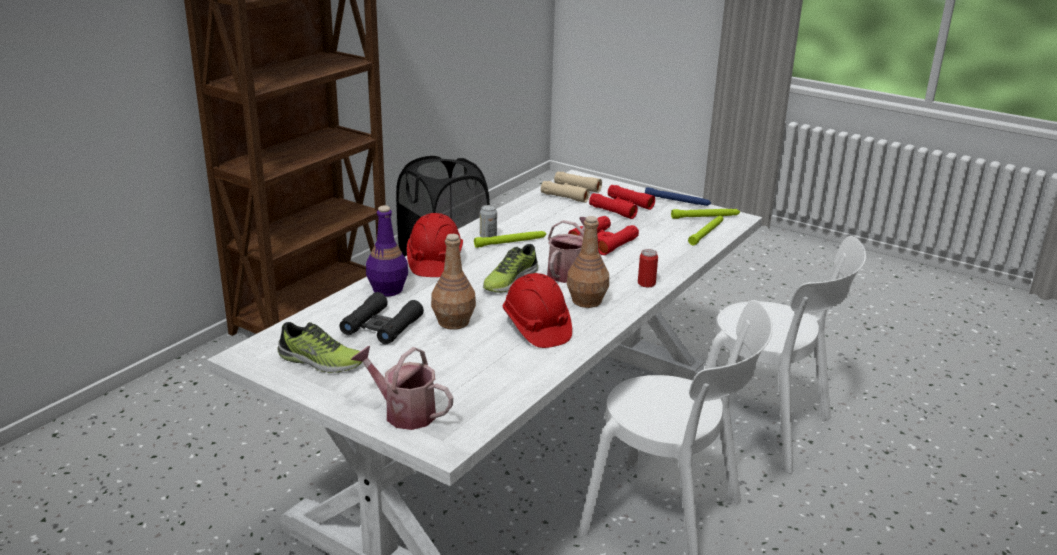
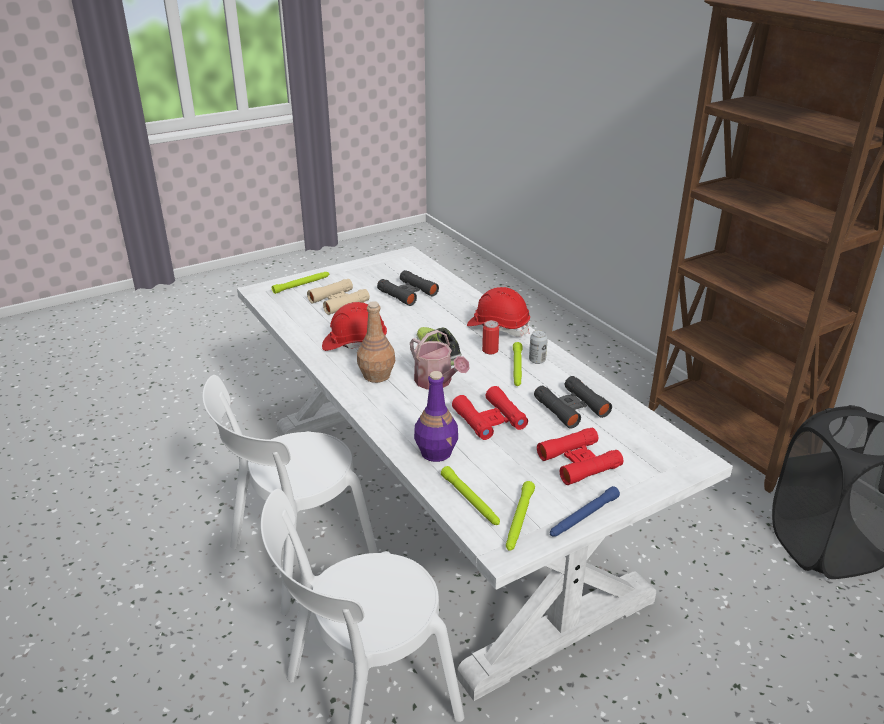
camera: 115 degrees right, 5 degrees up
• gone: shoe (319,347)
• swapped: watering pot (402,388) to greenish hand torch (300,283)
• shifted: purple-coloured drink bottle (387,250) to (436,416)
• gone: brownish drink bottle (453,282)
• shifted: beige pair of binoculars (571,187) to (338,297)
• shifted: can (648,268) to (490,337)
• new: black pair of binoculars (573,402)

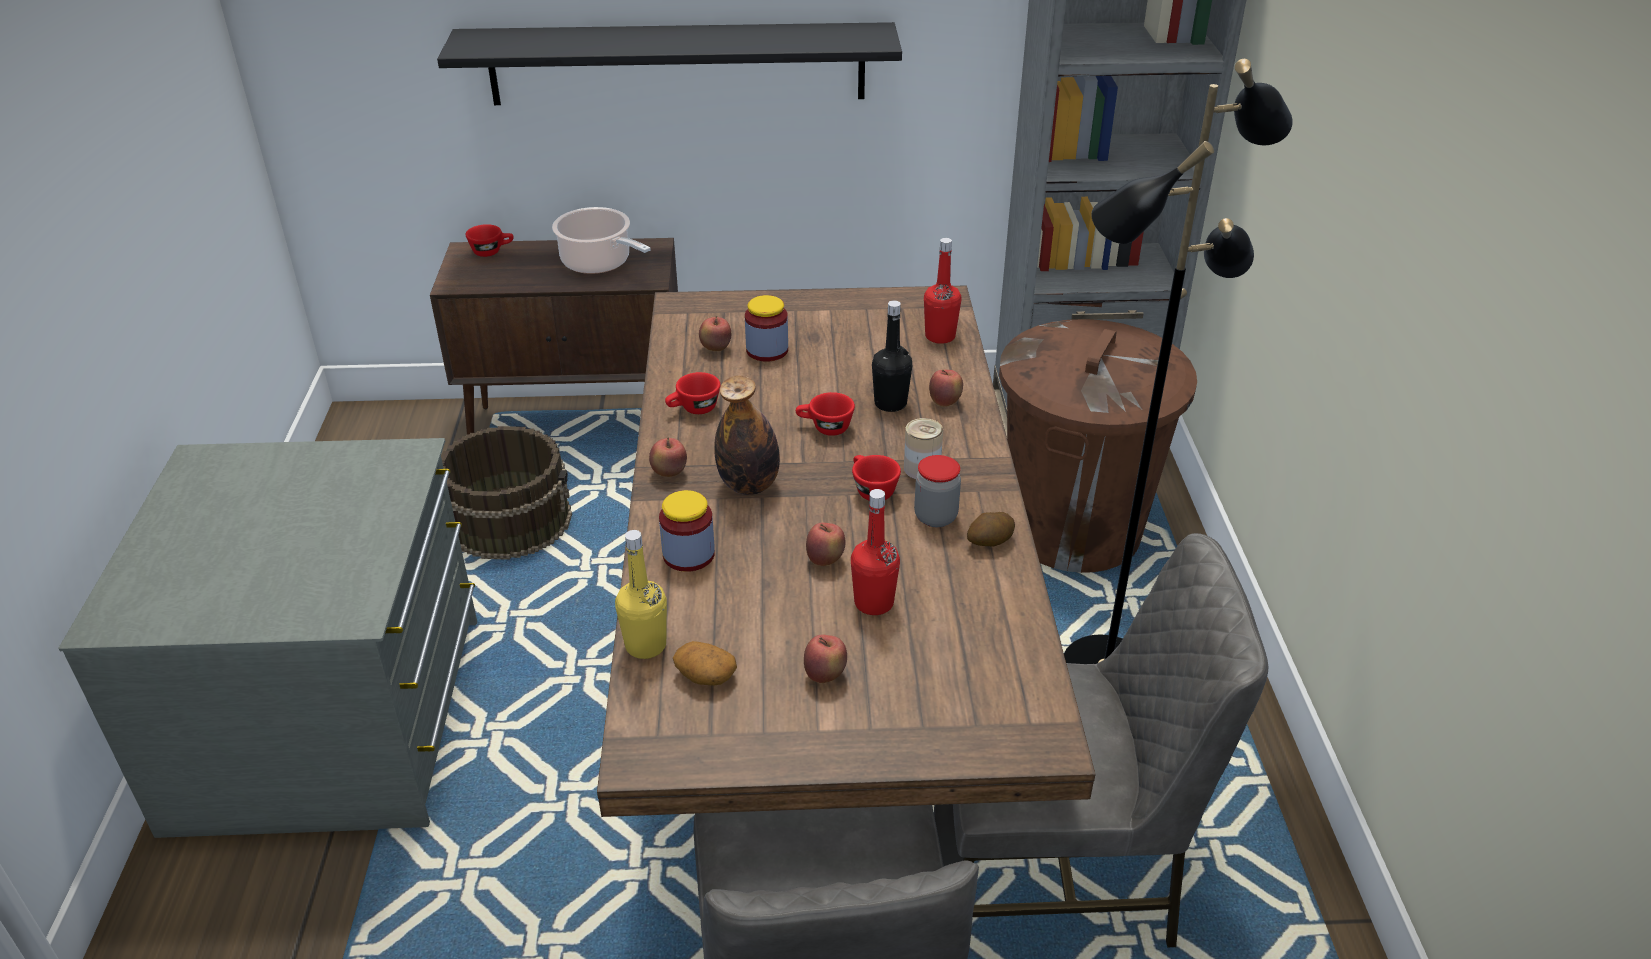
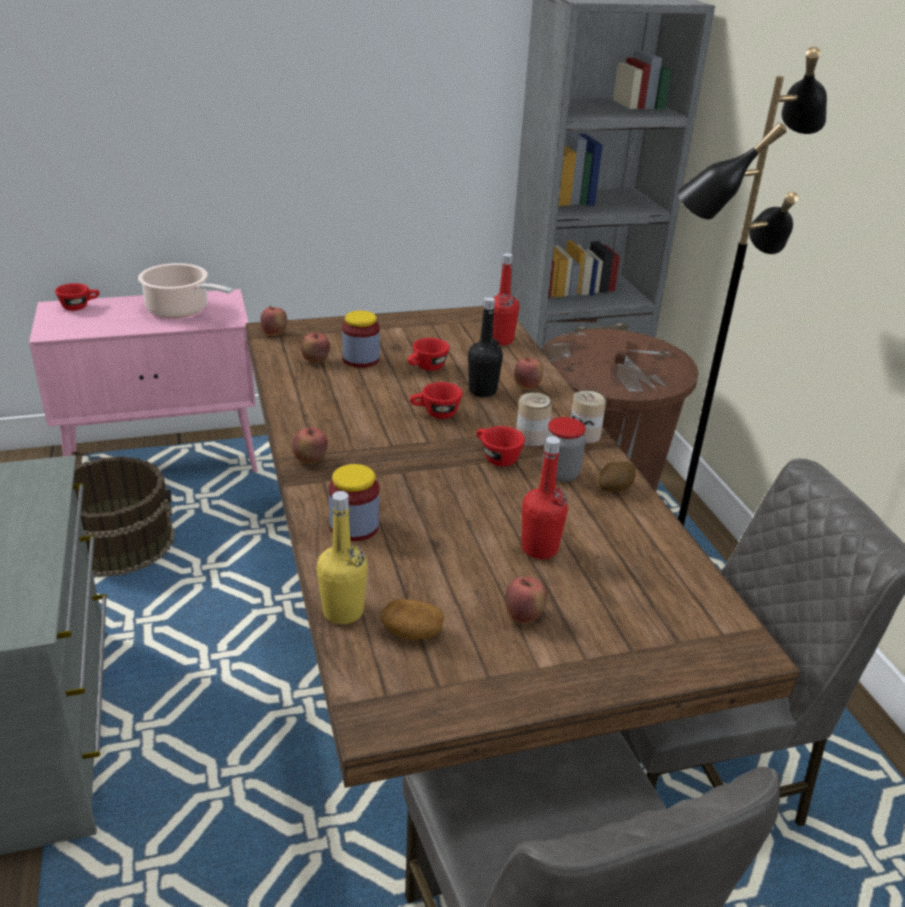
camera: 15 degrees left, 5 degrees down
• repainted: brownish cupboard (554,336) to pink-coloured cupboard (143,381)
• gone: black shelf (669,63)
• shifted: reddish small cup (692,393) to (428,354)
• gone: drink bottle (747,435)
• shifted: apple fruit (825,544) to (273,321)
• new: can (588,416)

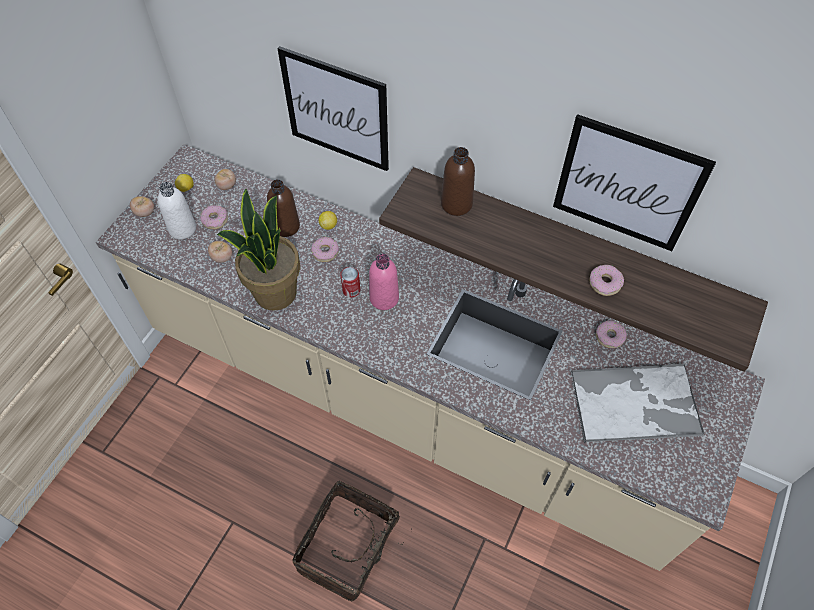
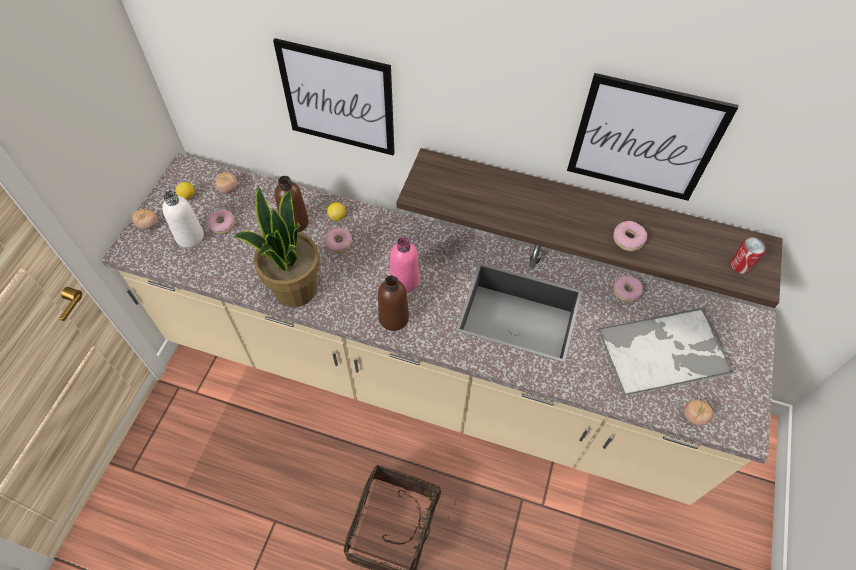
camera: 10 degrees left, 0 degrees up
• shifted: tomato (220,252) to (698,413)
• shifted: can (350,282) to (748,255)
• shifted: brownish drink bottle (458,181) to (393,303)

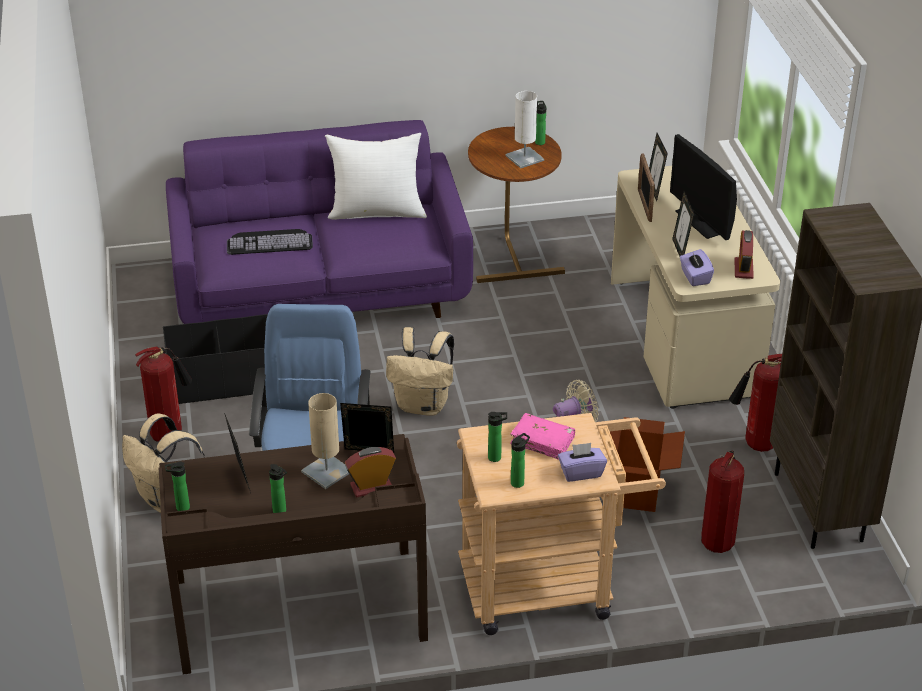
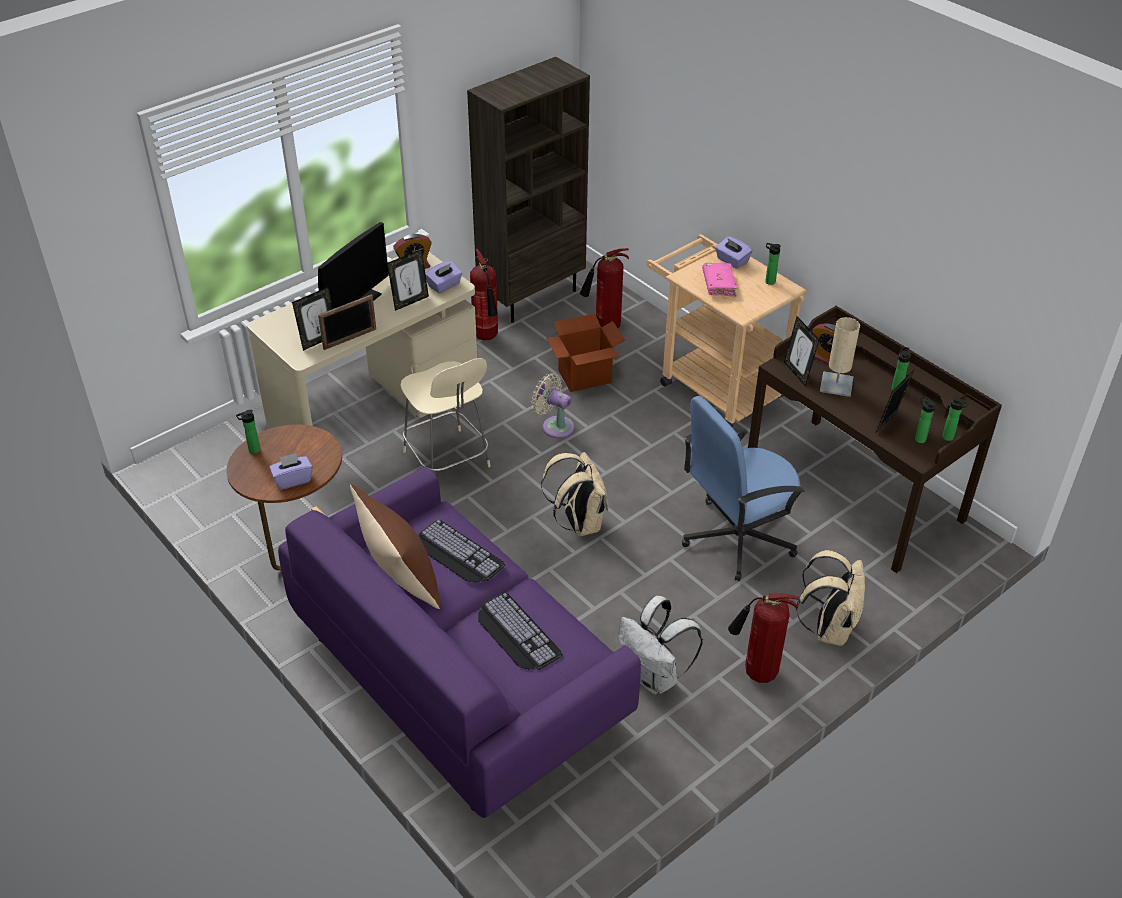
camera: 120 degrees left, 5 degrees up
• swapped: black storage box (215,359) to white-coloured backpack (660,645)
• repainted: white-coloured cushion (376,176) to brownish cushion (395,546)
• shifted: drink bottle (497,437) to (925,419)
• gone: white-coloured tabletop lamp (524,129)
• new: purple-coloured box of tissues (291,471)
• new: beige plain chair (445,415)
• new: PC keyboard (462,551)

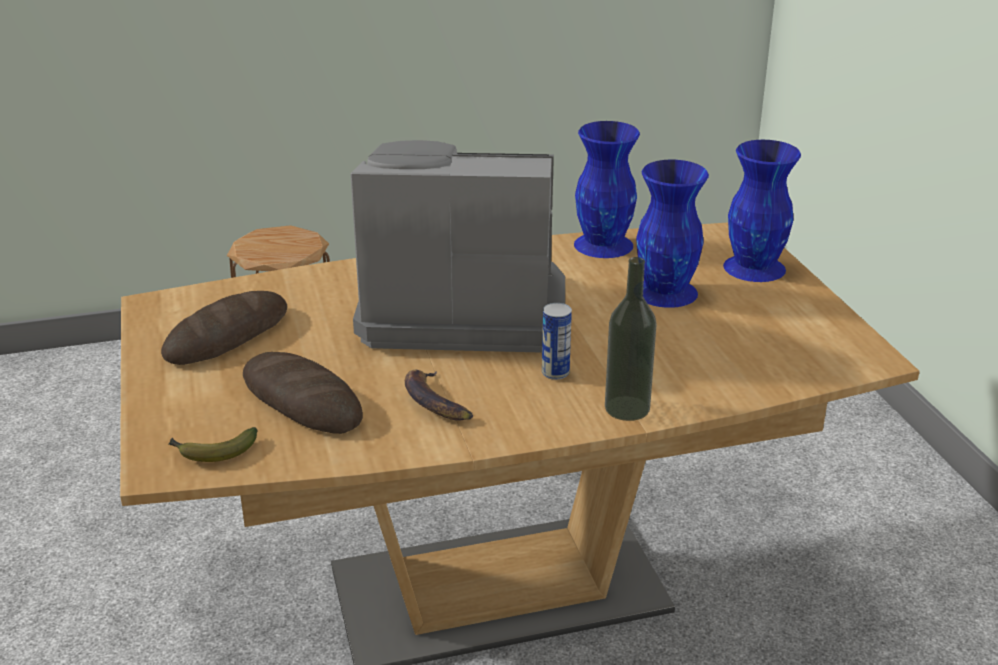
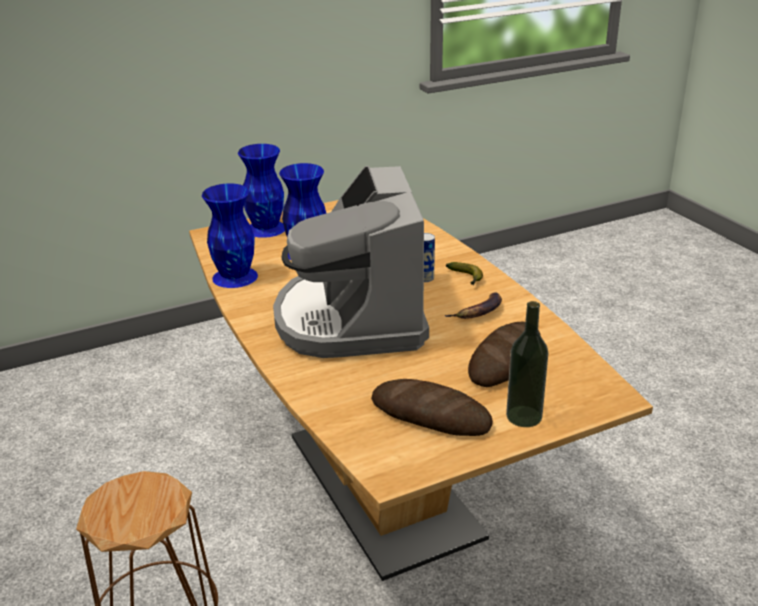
camera: 100 degrees left, 0 degrees up
• shifted: banana (213,444) to (464,273)
• shifted: drink bottle (631,339) to (527,364)

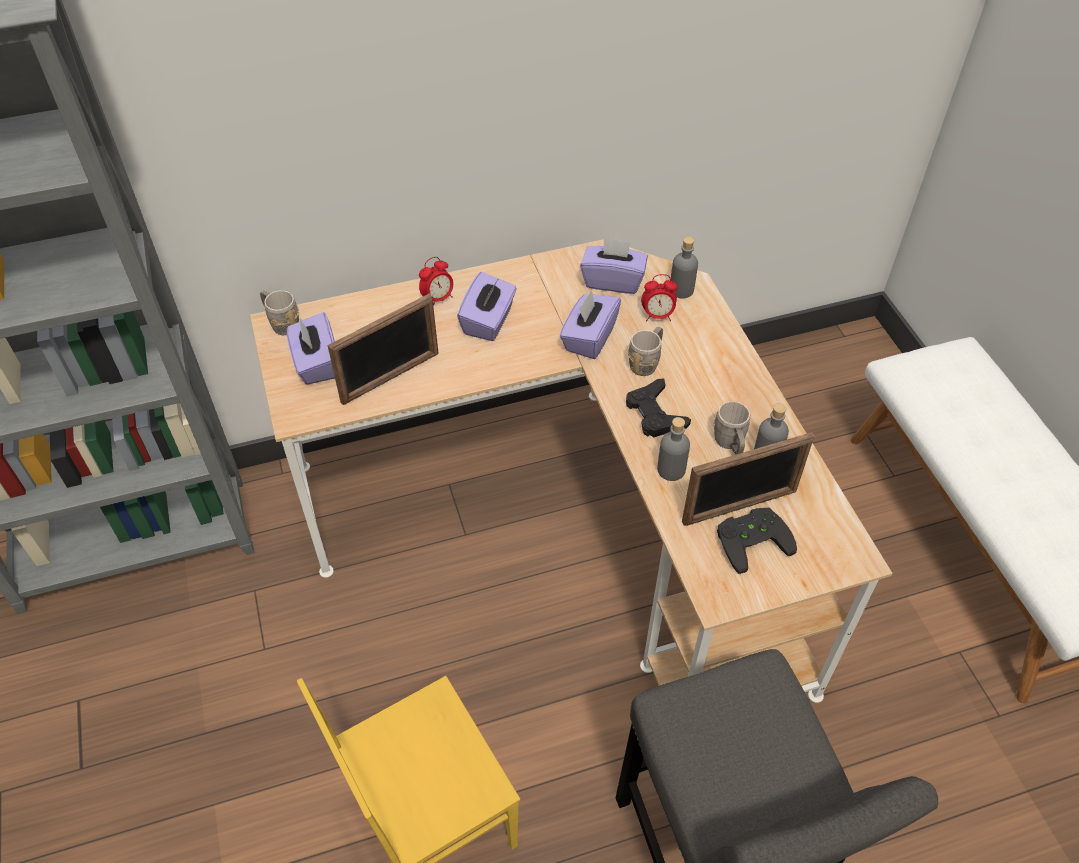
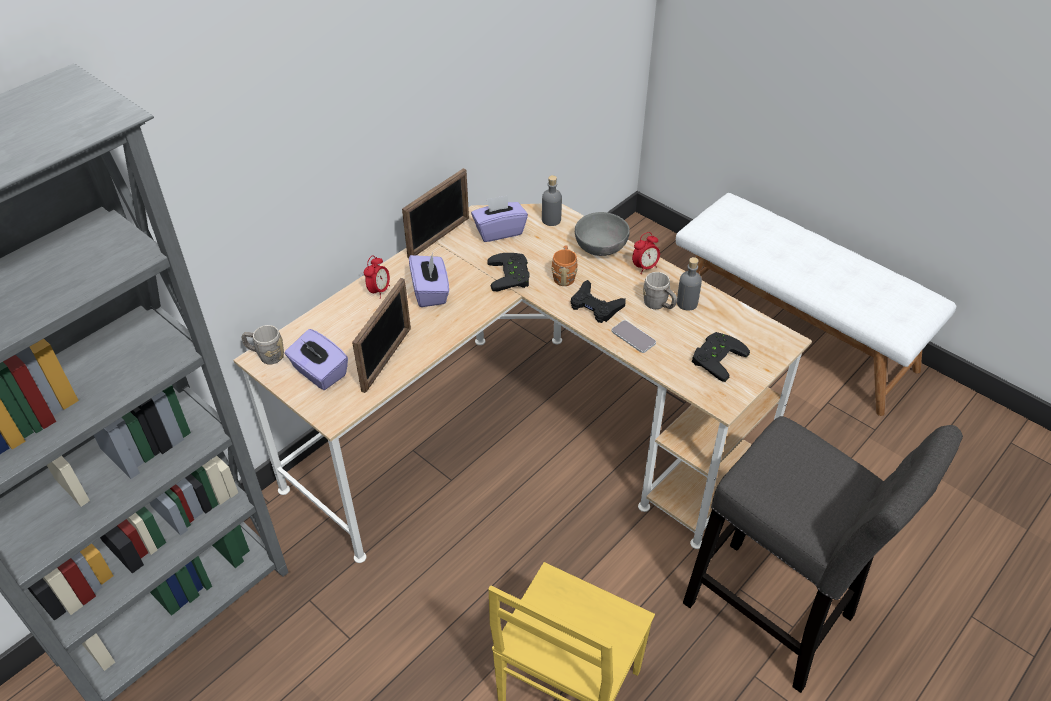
camera: 30 degrees left, 5 degrees down
• swapped: purple-coloured box of tissues (590,325) to black gamepad (508,272)
• repainted: greyish mug (645,351) to orangey mug (564,266)
• shifted: bedside clock (659,297) to (646,253)
• swapped: greyish drink bottle (673,449) to phone (634,336)
• shifted: standing frame (748,479) to (435,213)
• new: greyish serving bowl (602,234)

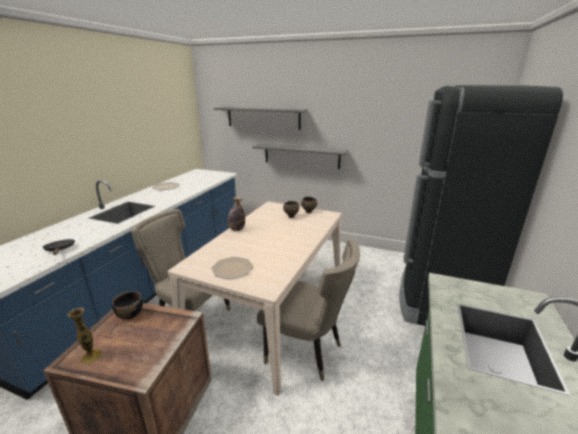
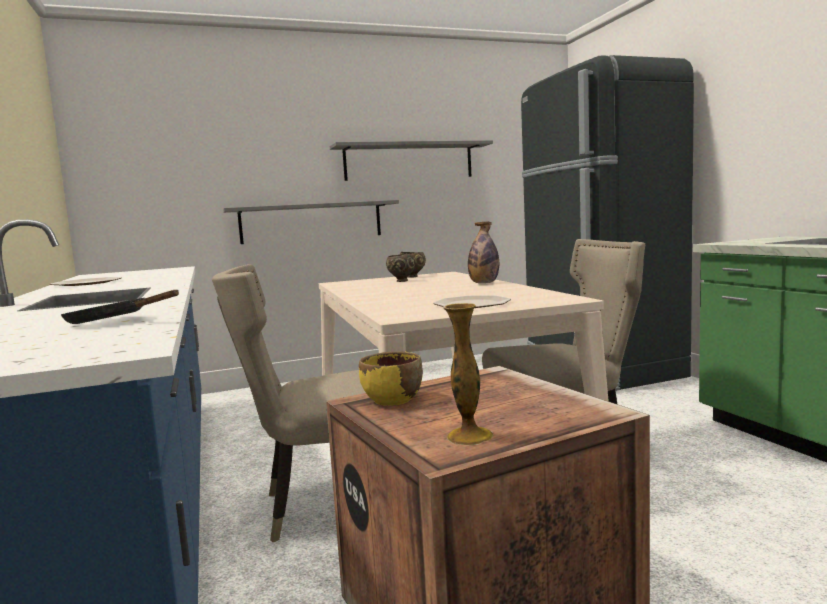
camera: 40 degrees left, 15 degrees down
• repainted: black serving bowl (127,305) to yellow-coloured serving bowl (391,378)
• shifted: greyish shelf (261,118) to (411,160)
• shifted: drink bottle (236,214) to (483,252)

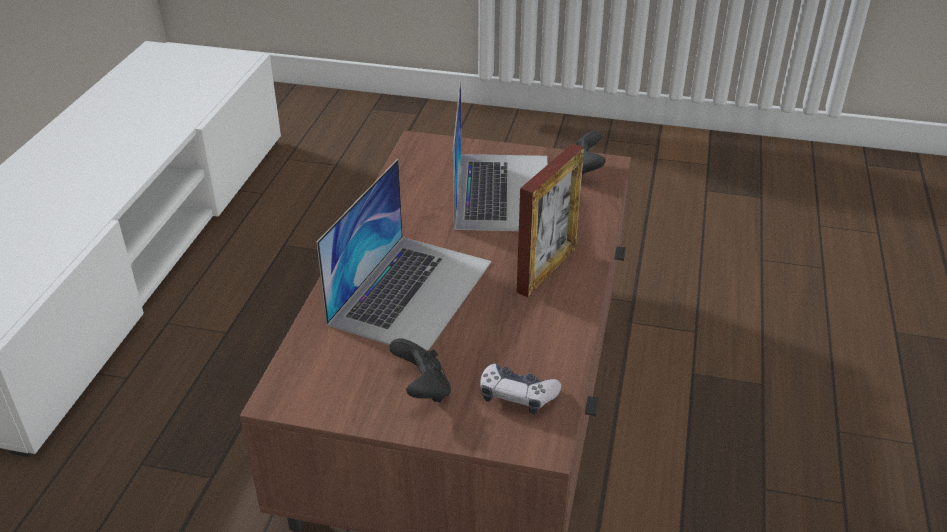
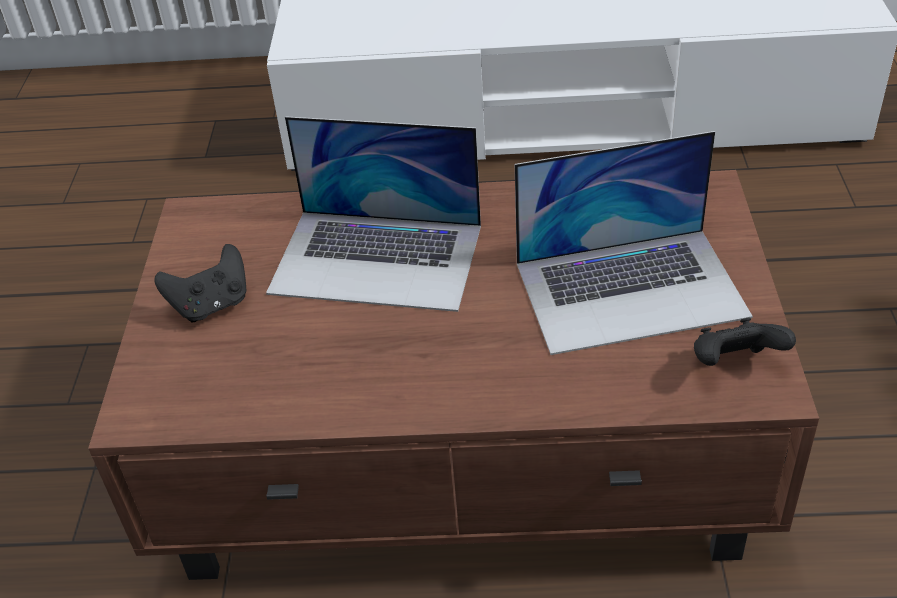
camera: 80 degrees right, 5 degrees up
• gone: gamepad (521,388)
• gone: standing frame (550,220)

